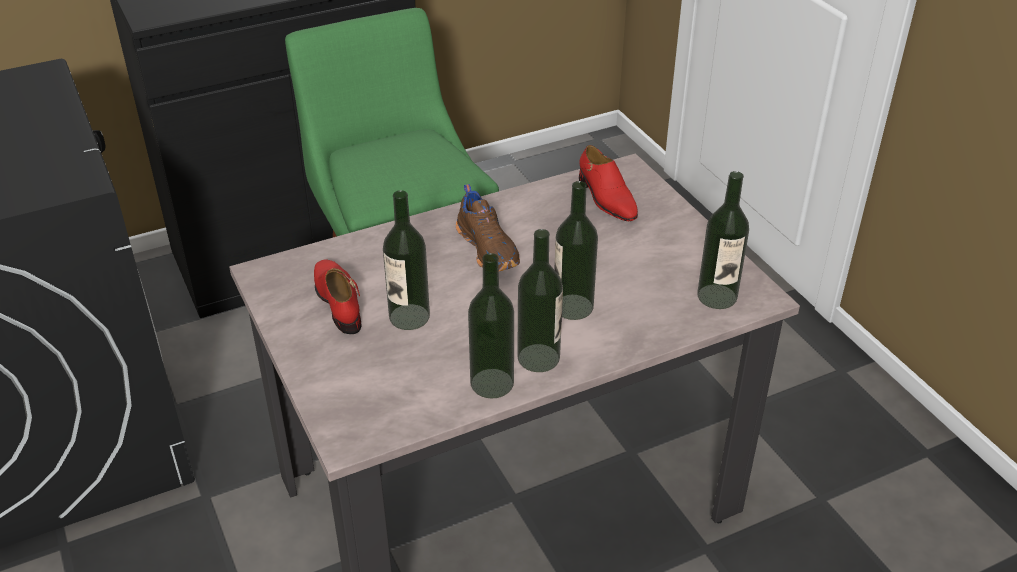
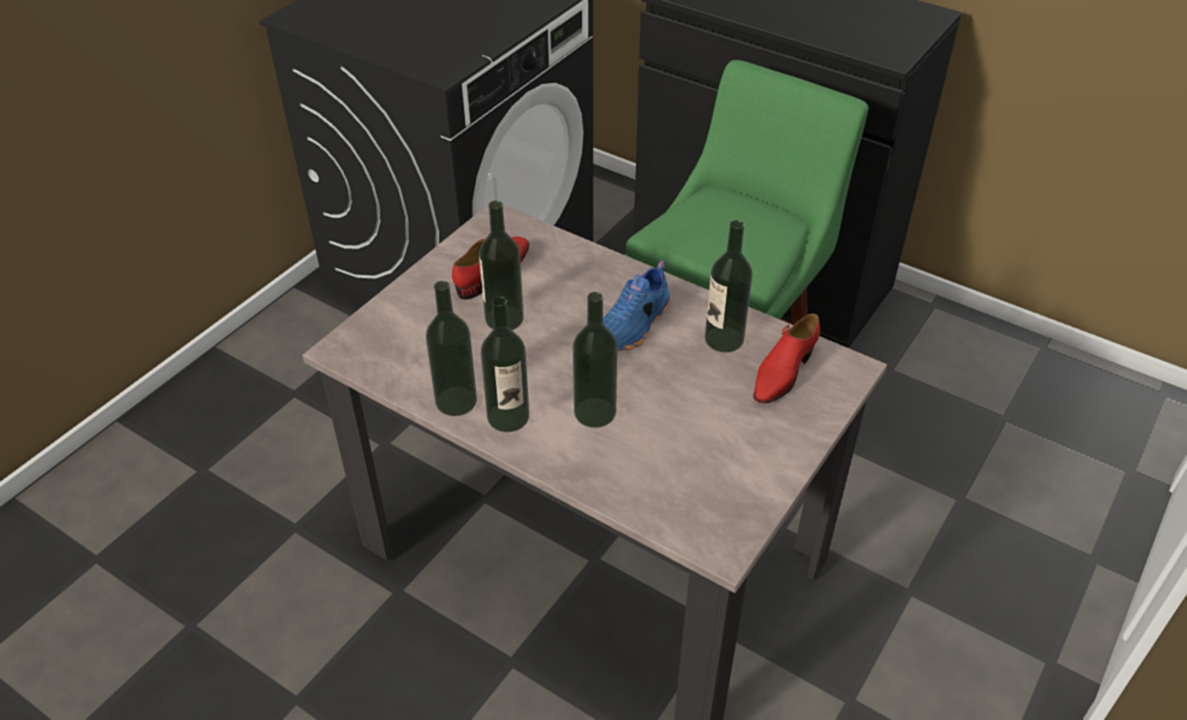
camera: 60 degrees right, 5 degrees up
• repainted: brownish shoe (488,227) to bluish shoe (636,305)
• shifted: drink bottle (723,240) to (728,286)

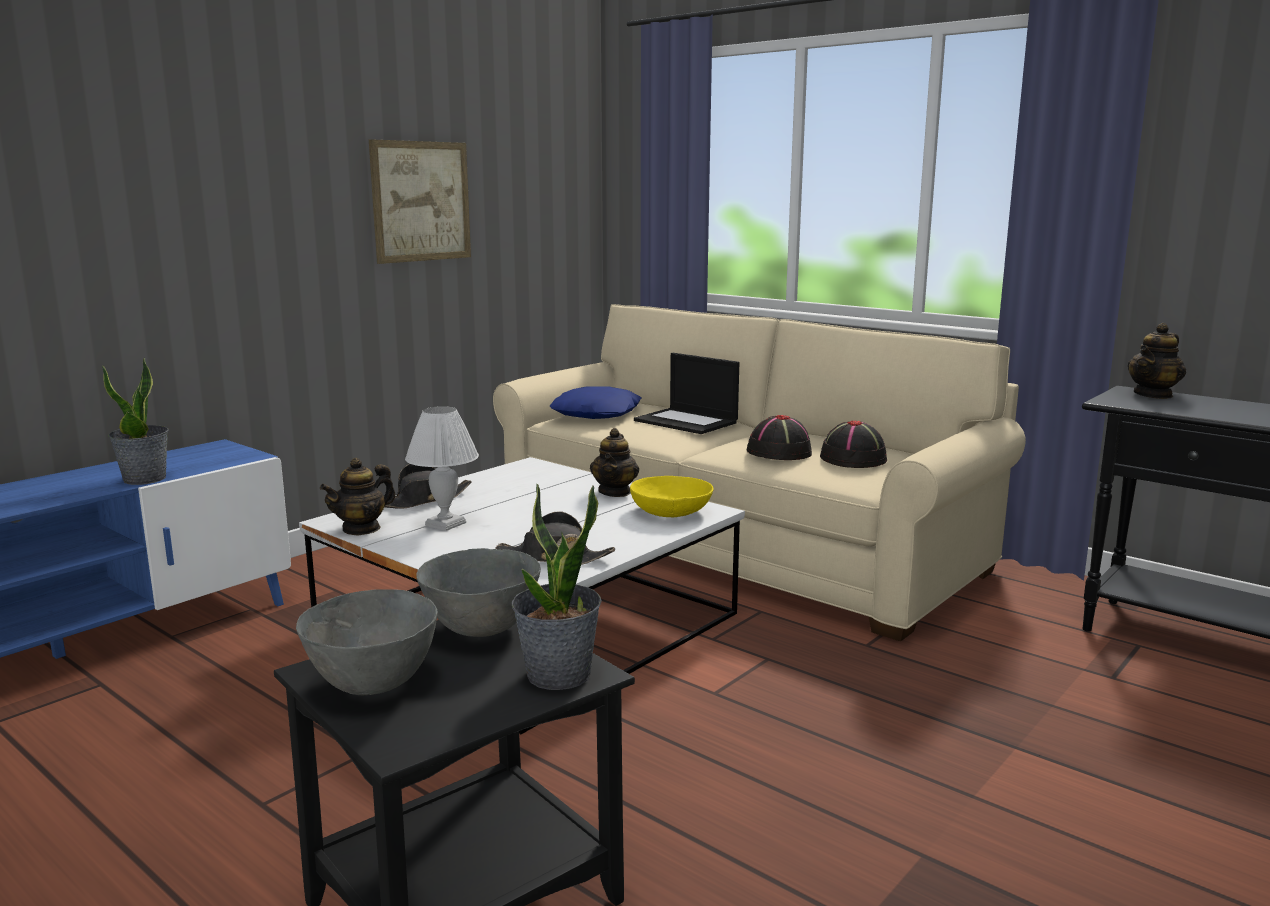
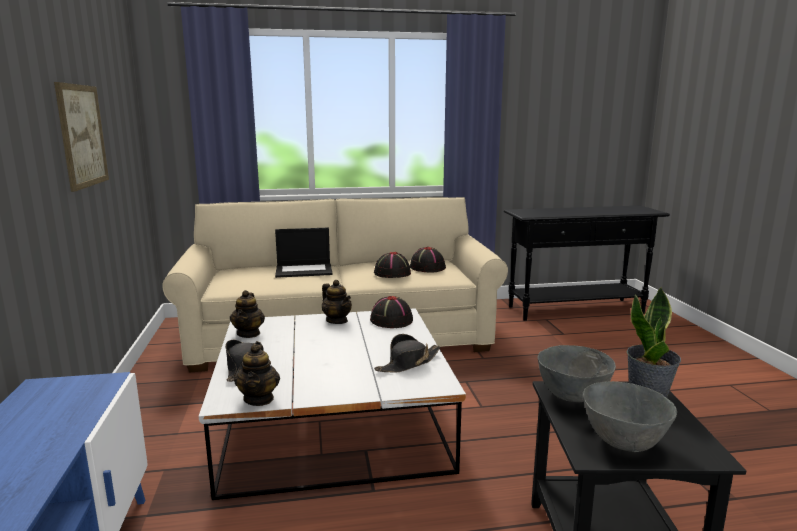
camera: 50 degrees left, 0 degrees up
• gone: houseplant (135,421)
• gone: white-coloured tabletop lamp (442,468)
• gone: bluish cushion (595,402)
• swapped: yellow-coloured serving bowl (672,496) to black hat (391,312)
• shifted: teapot (1157,361) to (247,314)

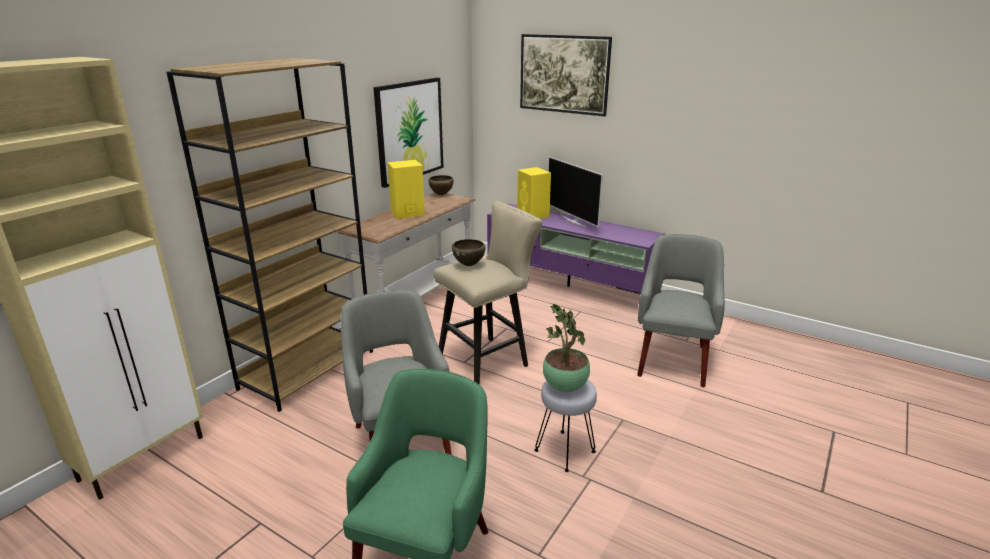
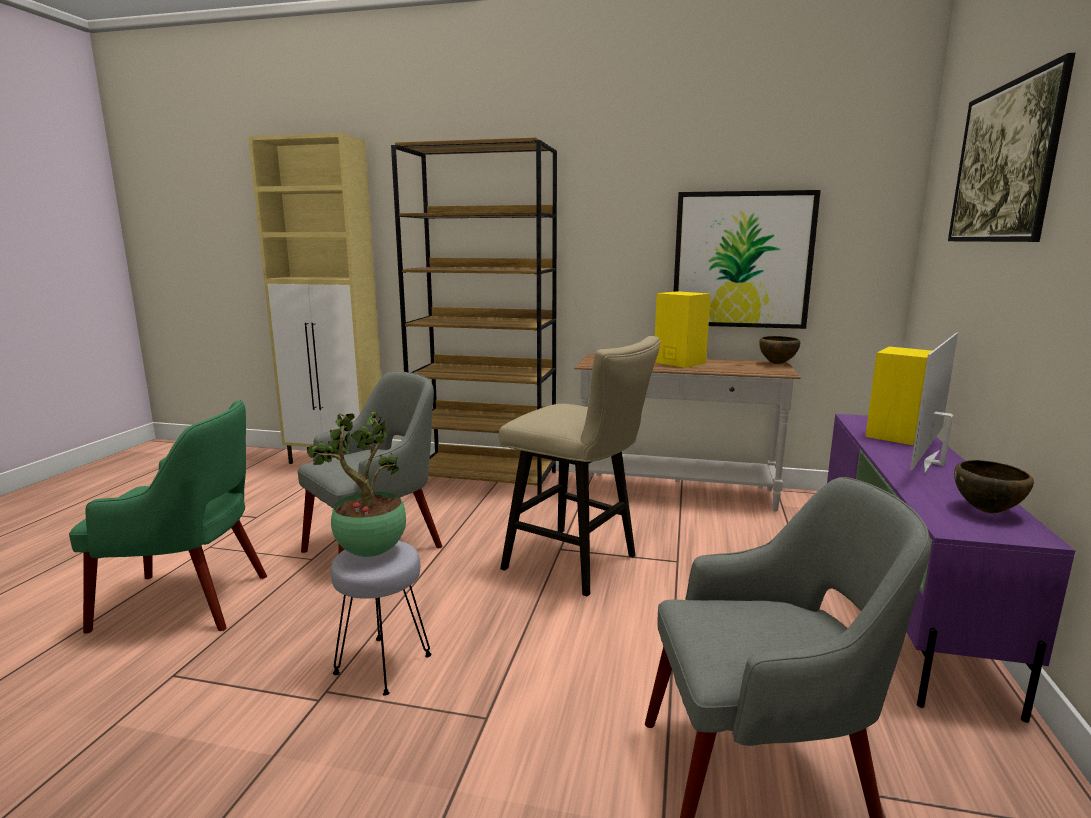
camera: 70 degrees right, 10 degrees down
• shifted: brownish serving bowl (469,252) to (994,487)

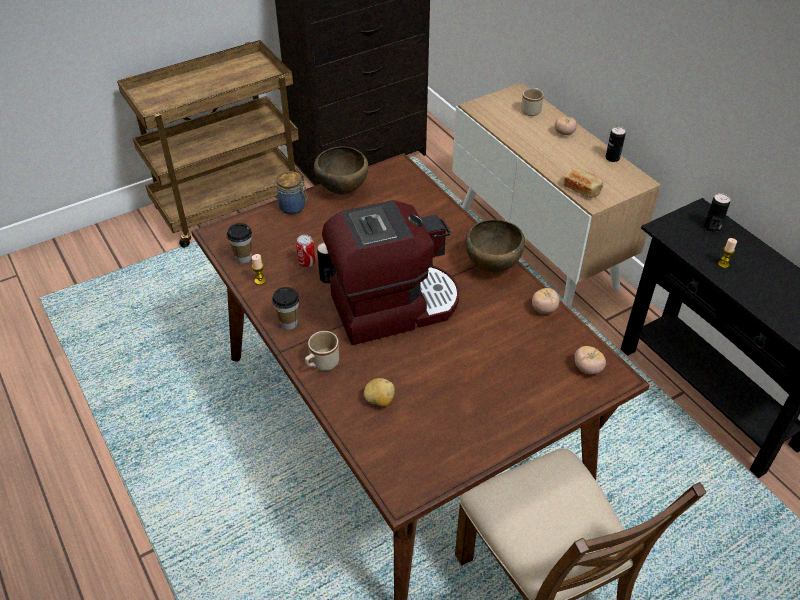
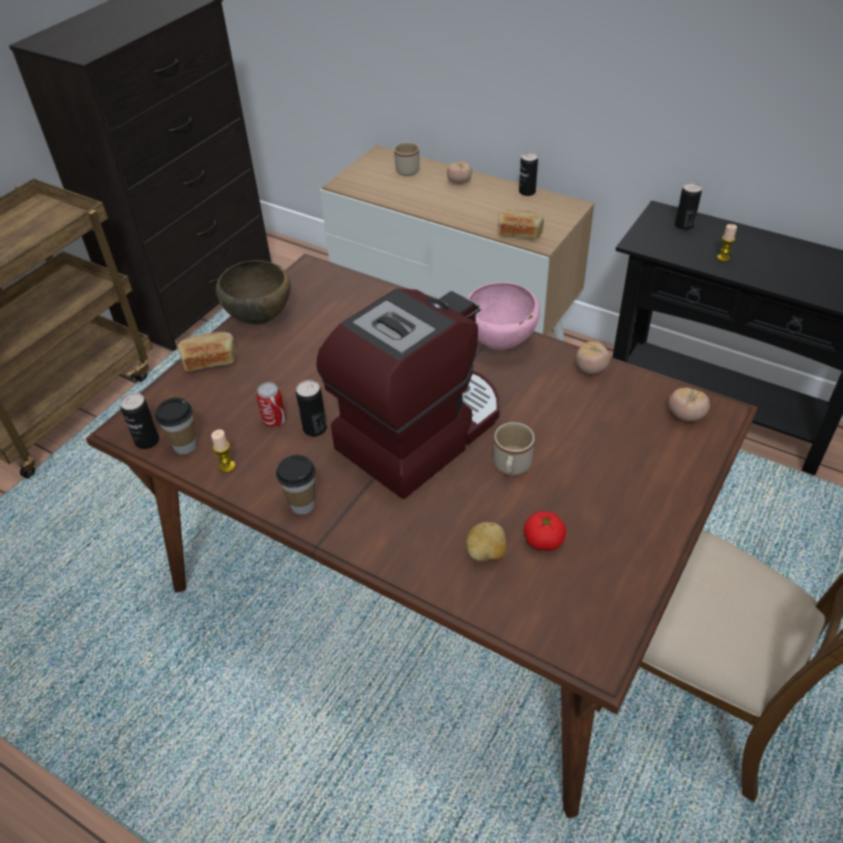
camera: 25 degrees left, 0 degrees up
• swapped: jar (292,193) to bakery bread (207,351)
• shifted: beige mug (322,351) to (514,448)
• repainted: brownish serving bowl (495,245) to pink-coloured serving bowl (503,316)
• new: can (139,421)
• new: tomato (545,531)

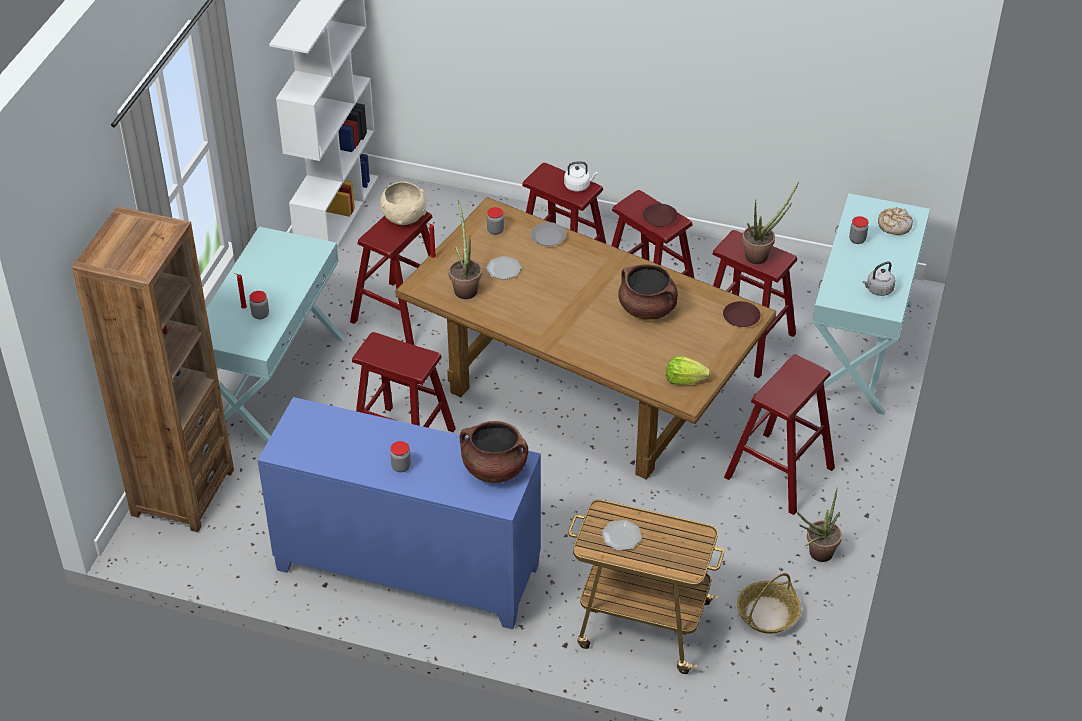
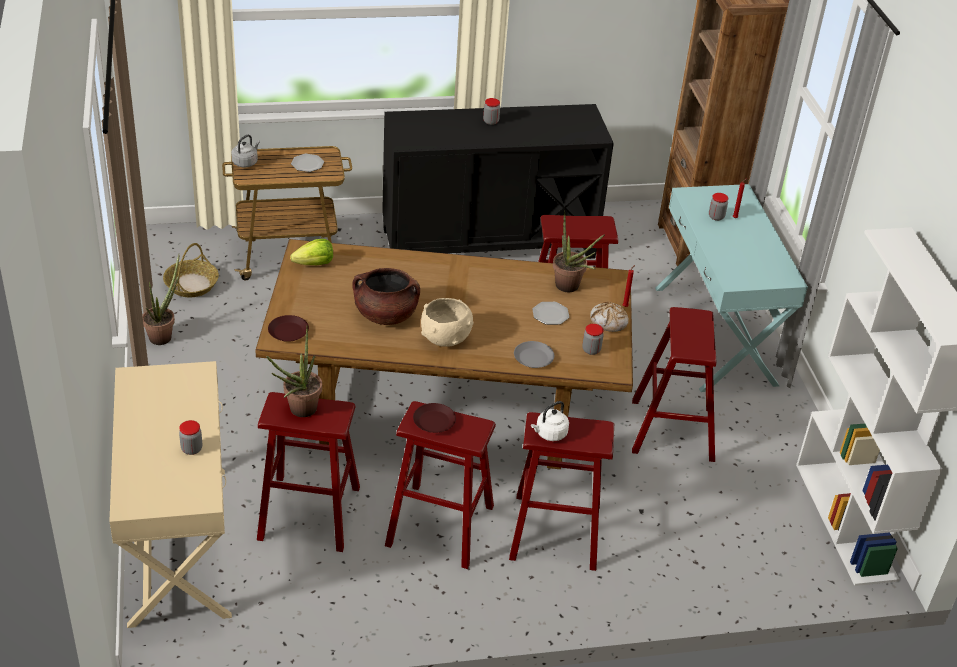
camera: 150 degrees right, 5 degrees down
• repainted: bluish cupboard (399,513) to black cupboard (498,181)
• shifted: beige serving bowl (403,203) to (447,322)
• gone: brownish saucepot (494,452)
• gone: reddish stool (779,434)
• repainted: turquoise-coloured narrow table (871,304) to beige narrow table (170,494)
• shifted: greyish tea kettle (878,278) to (245,151)
• shifted: bakery bread (895,221) to (609,317)

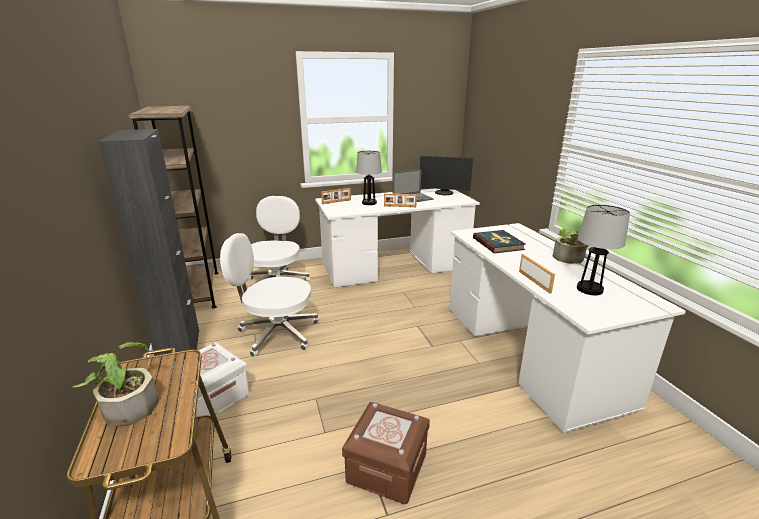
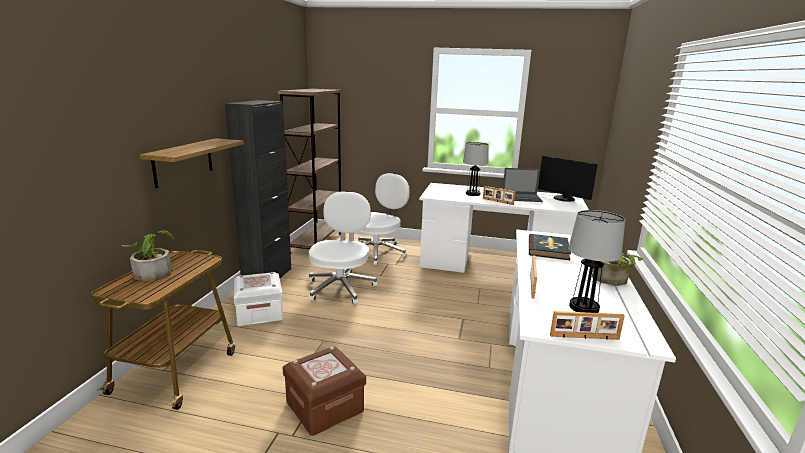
camera: 30 degrees right, 5 degrees down
• rotated: white-coloured desk chair (269,295) = (342,248) 60 degrees clockwise
• shifted: standing frame (336,196) to (587,325)
• new: shelf (192,163)

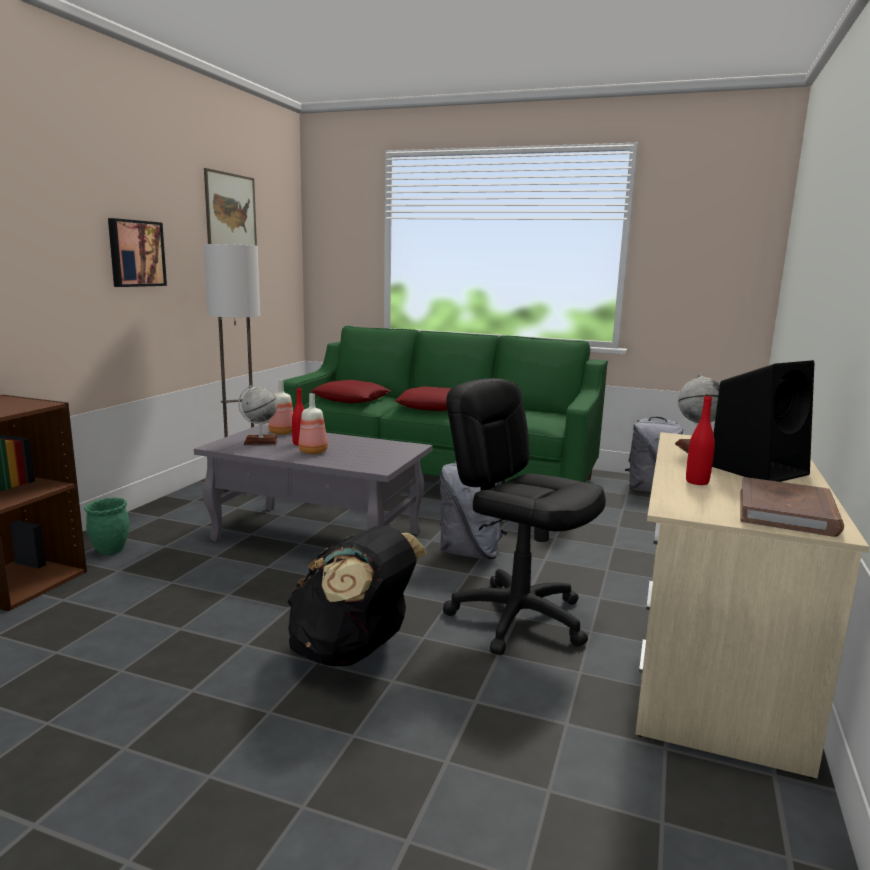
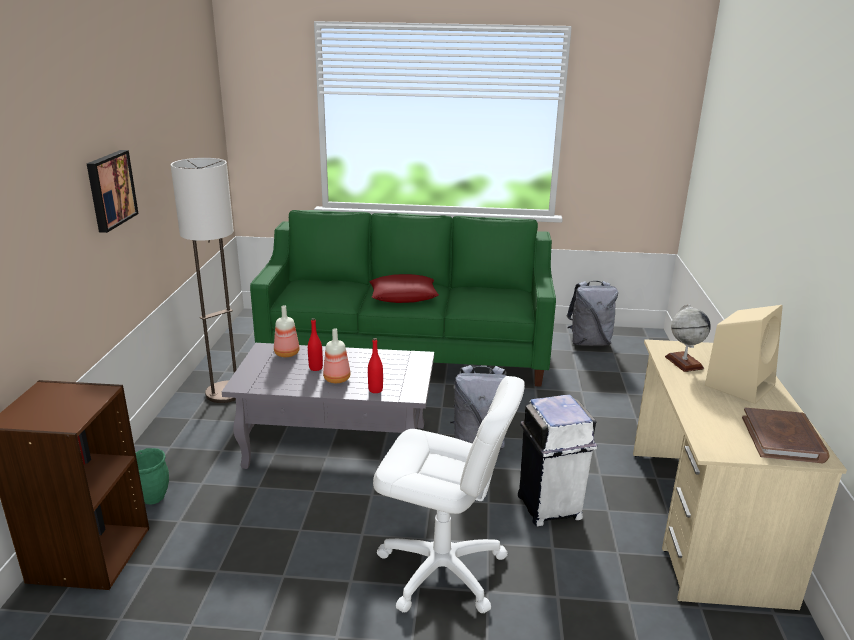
camera: 15 degrees left, 10 degrees up
• gone: wall picture (230,207)
• gone: world globe (258,415)
• swapped: black backpack (357,596) to white-coloured desk chair (449,495)
• gone: reddish cushion (351,391)
• swapped: black desk chair (524,516) to white-coloured waste bin (557,460)
• shifted: reddish drink bottle (700,439) to (375,365)
• repainted: black audio speaker (763,421) to beige audio speaker (744,354)

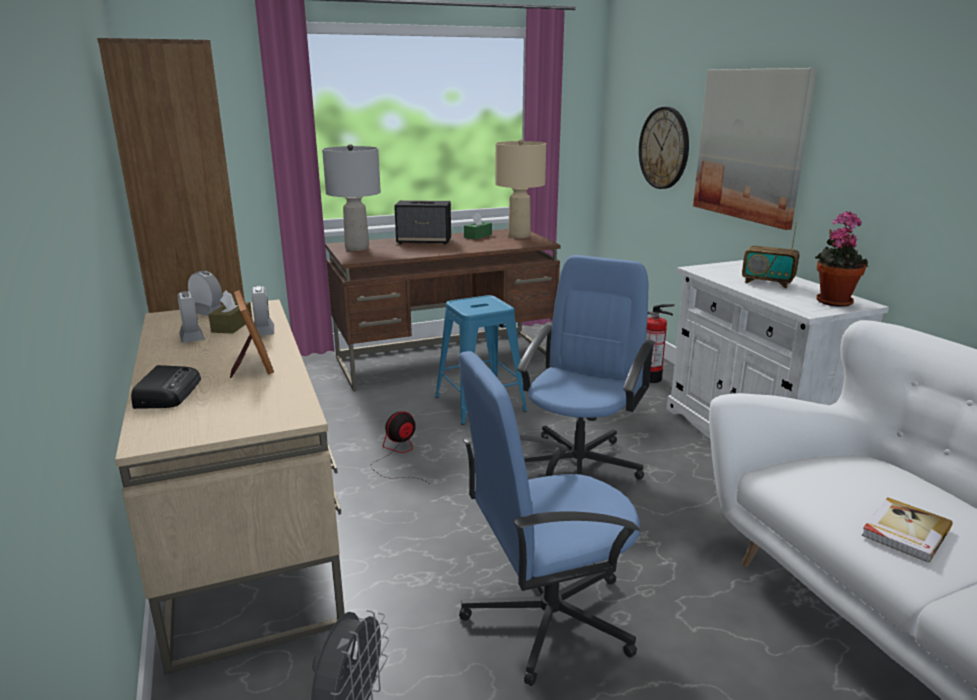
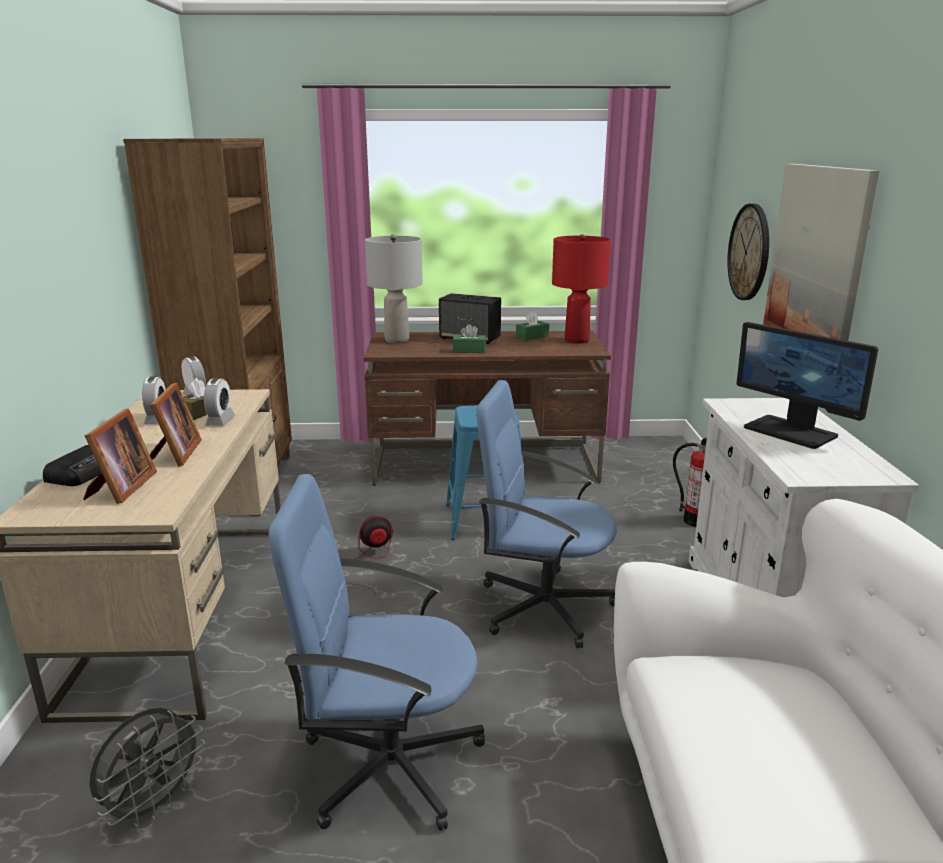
camera: 20 degrees right, 0 degrees up
• repainted: beige tabletop lamp (520,188) to reddish tabletop lamp (581,289)
• rotated: bluish desk chair (586,367) = (547,514) 120 degrees counterclockwise
• swapped: radio (770,255) to computer screen (807,385)
• gone: houseplant (841,259)
• gone: bound book (907,529)
• new: standing frame (120,456)
• new: greenish box of tissues (469,338)

